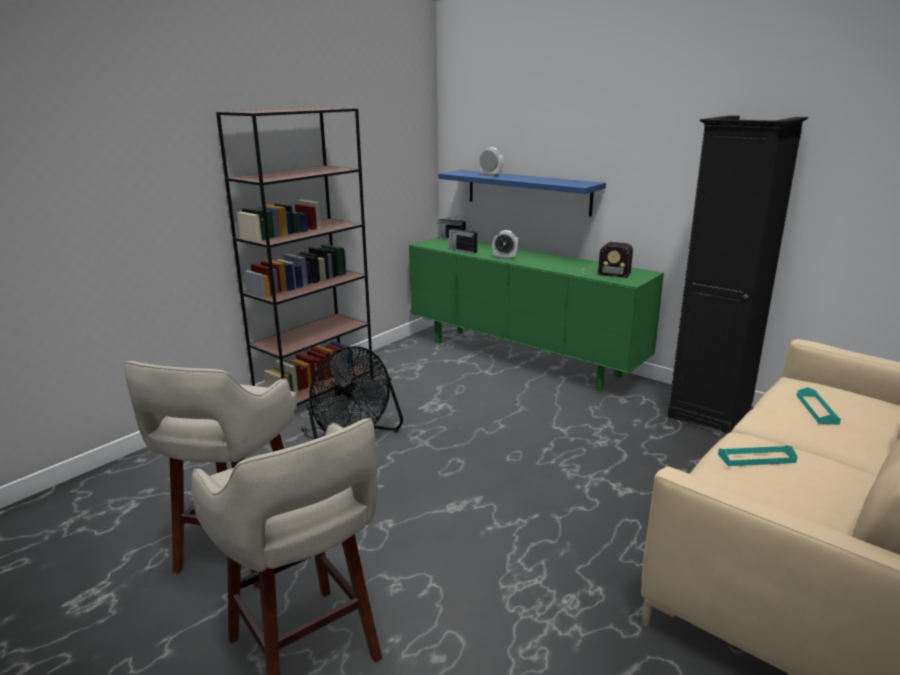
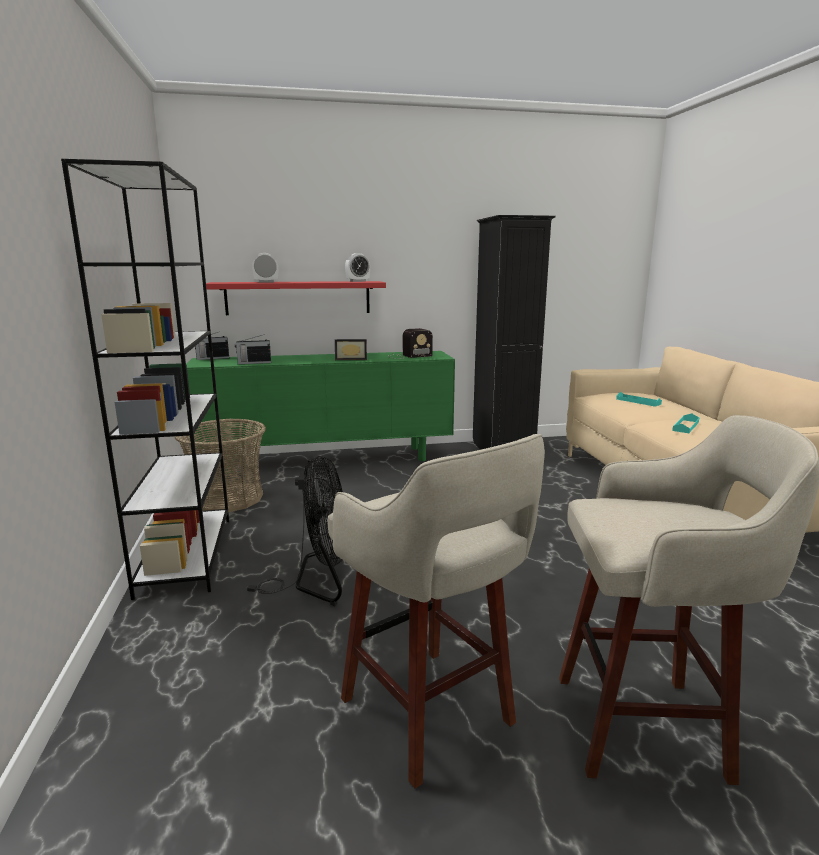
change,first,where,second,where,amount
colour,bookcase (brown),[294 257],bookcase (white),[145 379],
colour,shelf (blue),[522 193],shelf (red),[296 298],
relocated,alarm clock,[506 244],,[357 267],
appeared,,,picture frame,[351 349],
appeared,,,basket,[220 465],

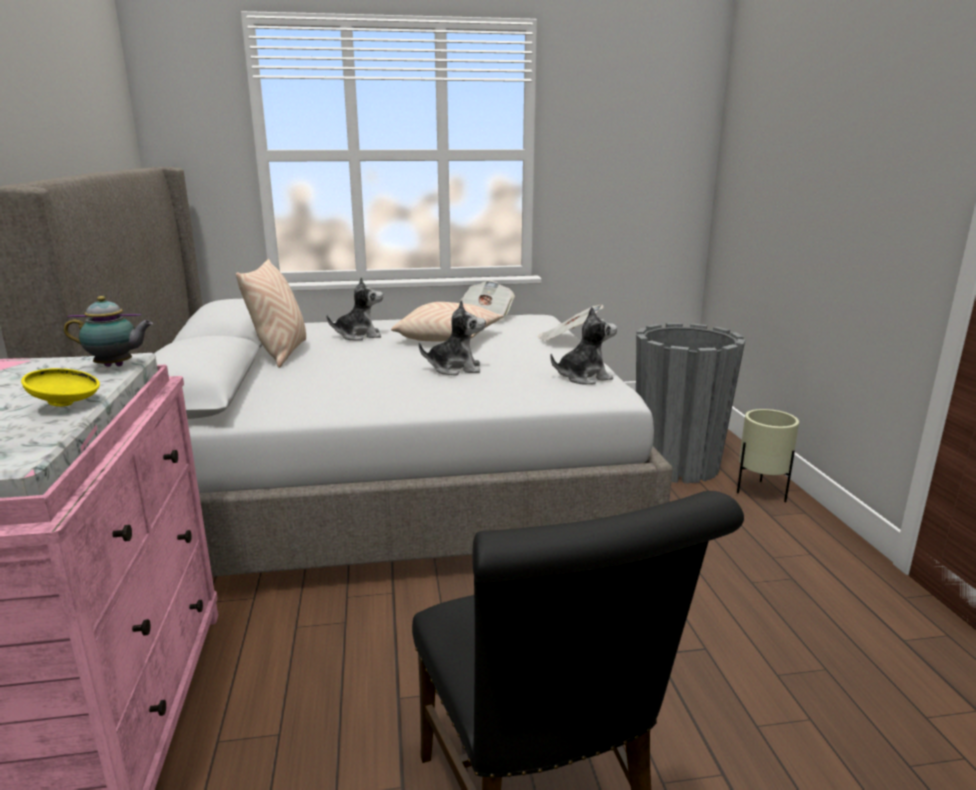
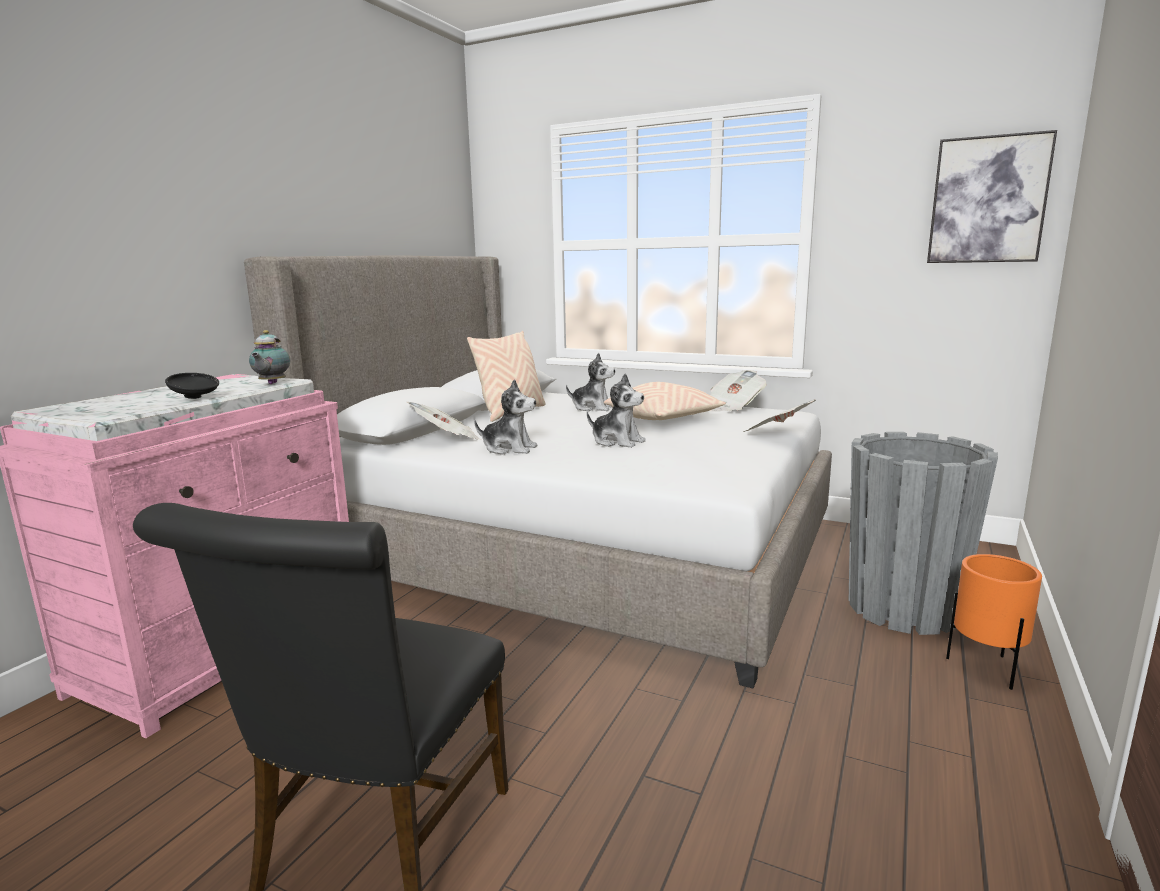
change,first,where,second,where,amount
spun,teapot,[108 331],,[269 357],60 degrees clockwise
relocated,plush toy,[583 345],,[505 416],
colour,bowl (yellow),[60 387],bowl (black),[192 386],
colour,planter (beige),[768 456],planter (orange),[994 622],
appeared,,,picture,[992 196],
appeared,,,newspaper,[444 421],

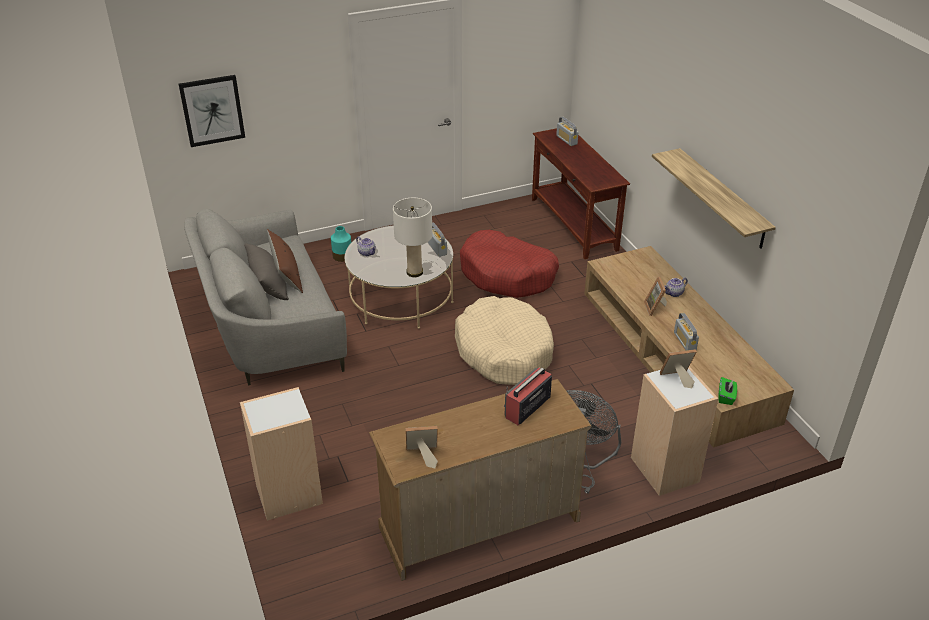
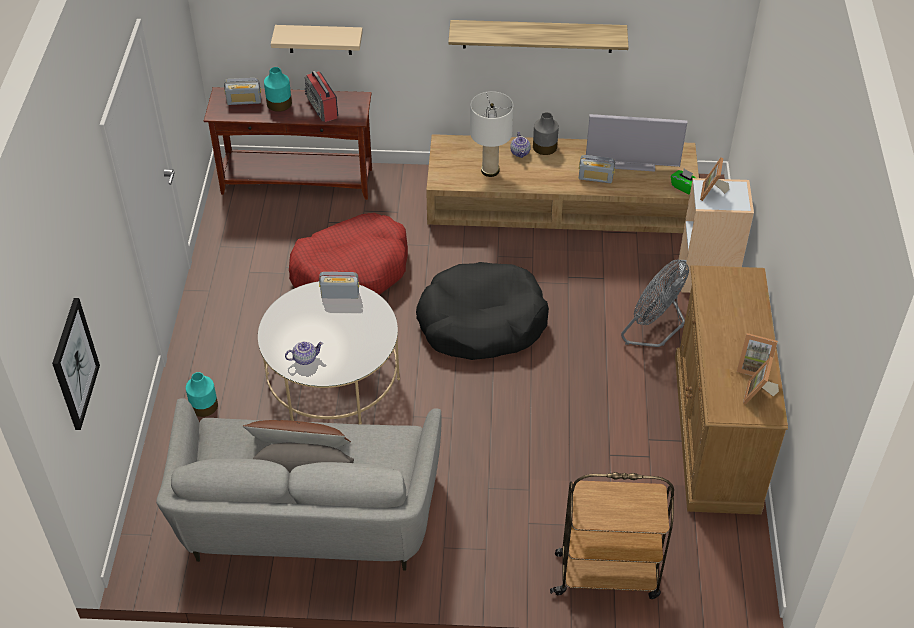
change,first,where,second,where,amount
relocated,table lamp (white),[412 237],,[491 134],
relocated,picture frame,[655 296],,[757 354],
colour,dog bed (beige),[504 340],dog bed (black),[482 311],
relocated,radio,[528 397],,[321 96],
exchanged,bookcase,[281 454],cart (brown),[612 535],
appeared,,,shelf (beige),[317 40],
appeared,,,vase (turquoise),[278 89],
appeared,,,vase (grey),[546 133],
appeared,,,television,[636 143],

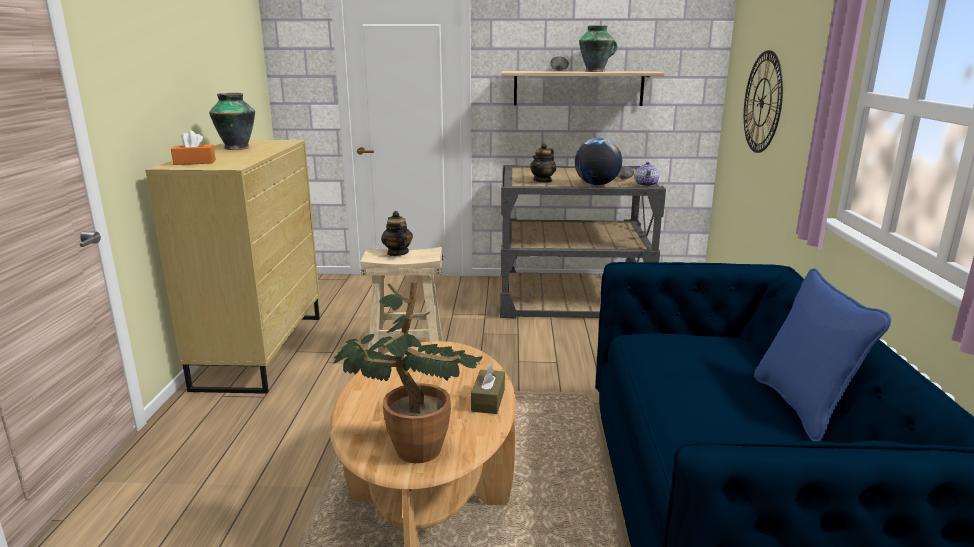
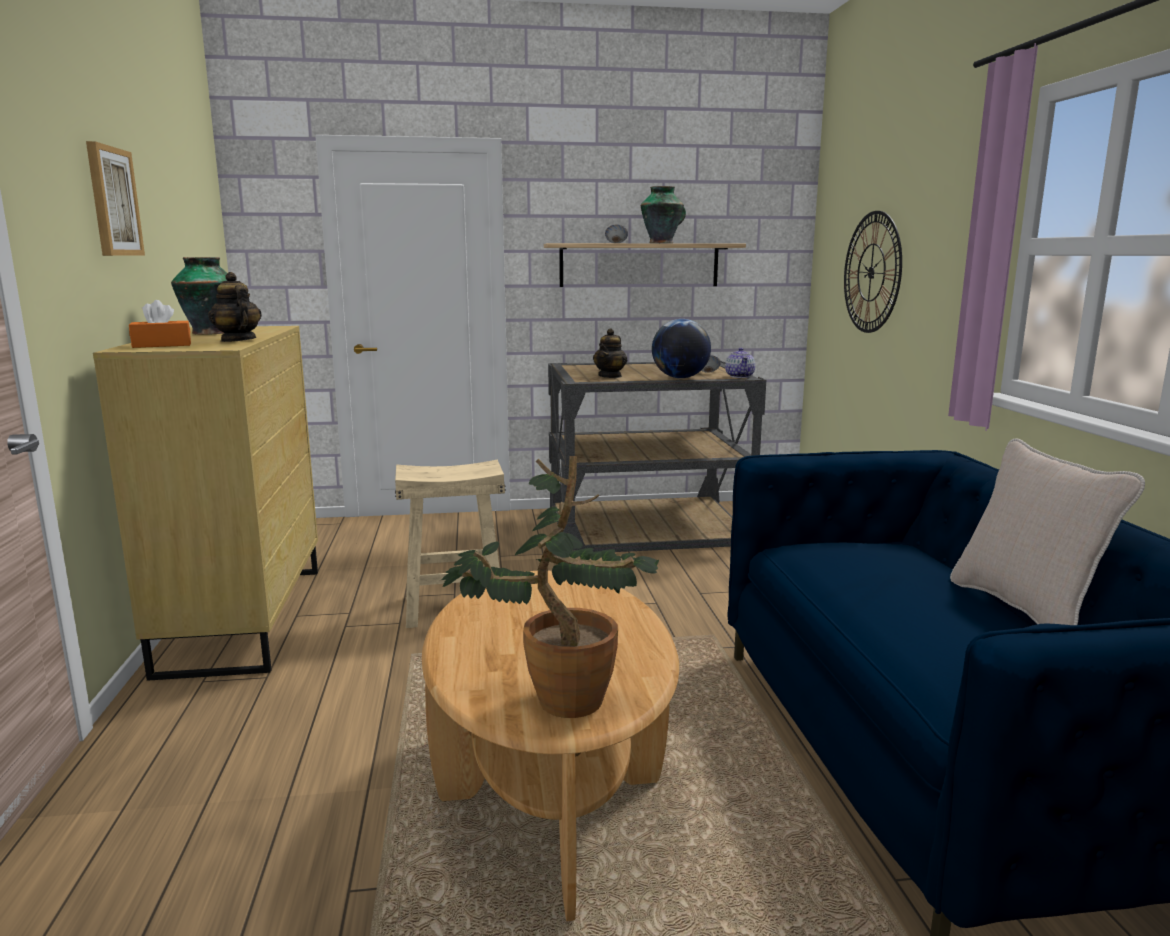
change,first,where,second,where,amount
relocated,teapot,[397 233],,[235 307],
colour,pillow (blue),[822 354],pillow (beige),[1047 531],
missing,tissue box (brown),[488 388],,,
appeared,,,picture,[115 198],

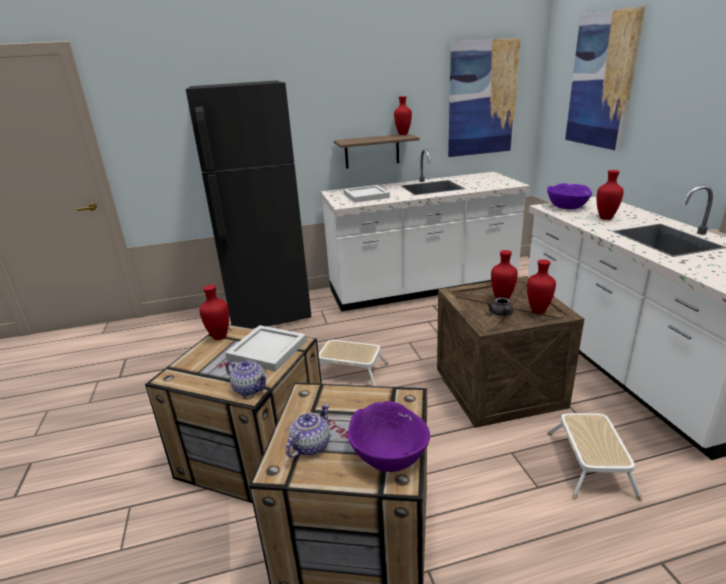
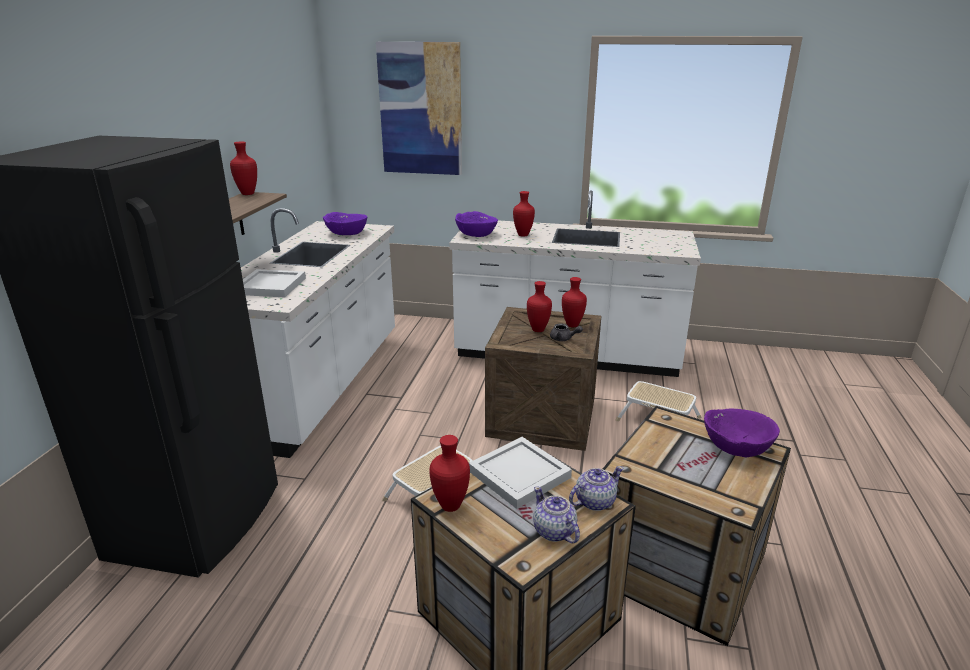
change,first,where,second,where,amount
missing,picture,[484 97],,,
relocated,teapot,[308 431],,[556 514],
appeared,,,bowl (purple),[345 223],

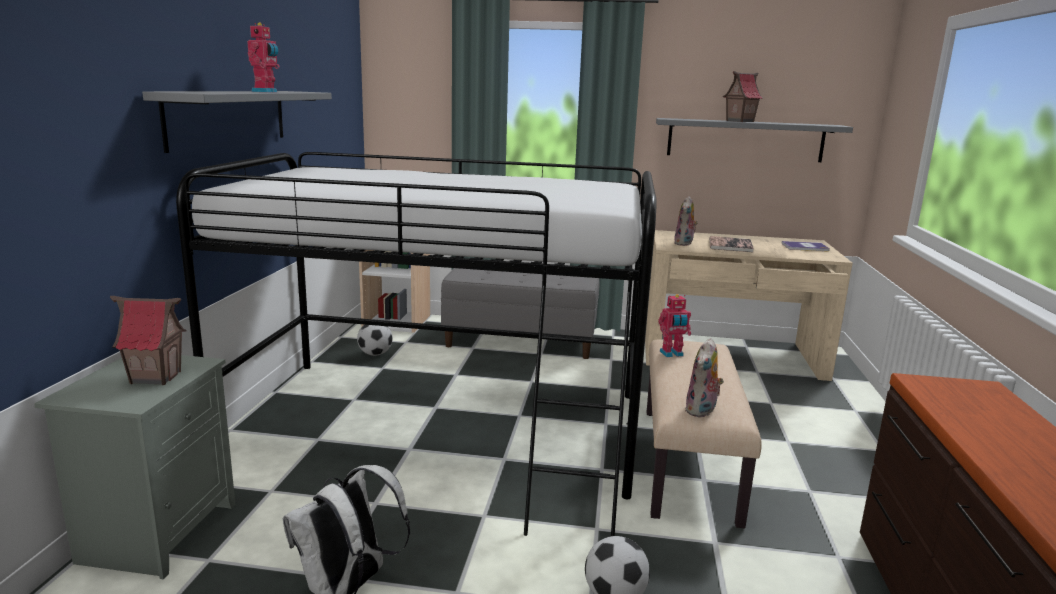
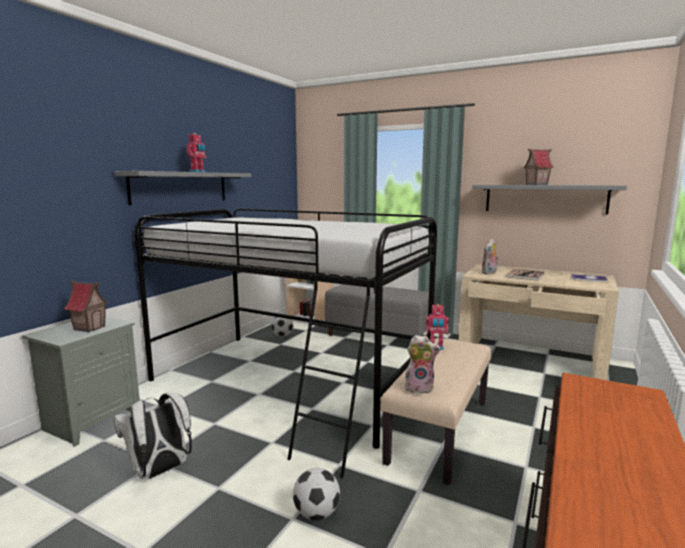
change,first,where,second,where,amount
spun,plush toy,[704 377],,[422 364],135 degrees counterclockwise

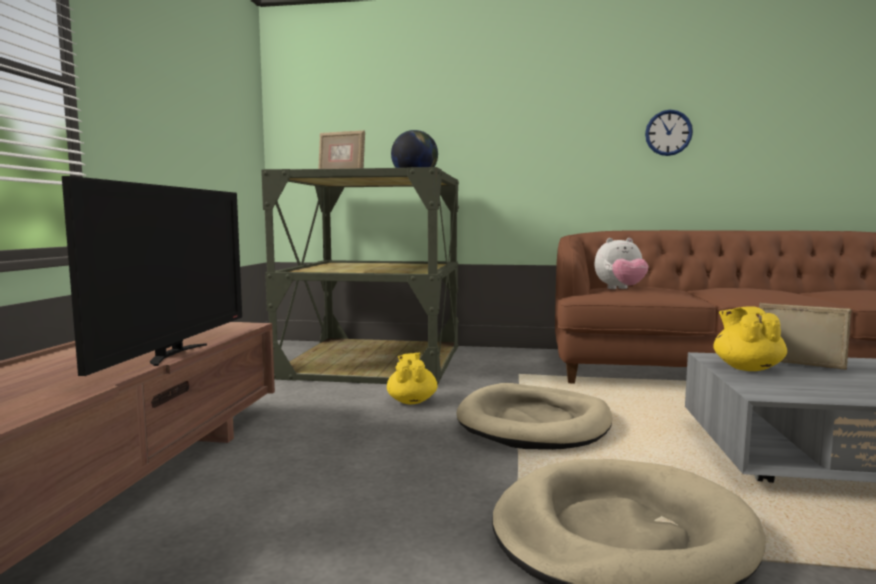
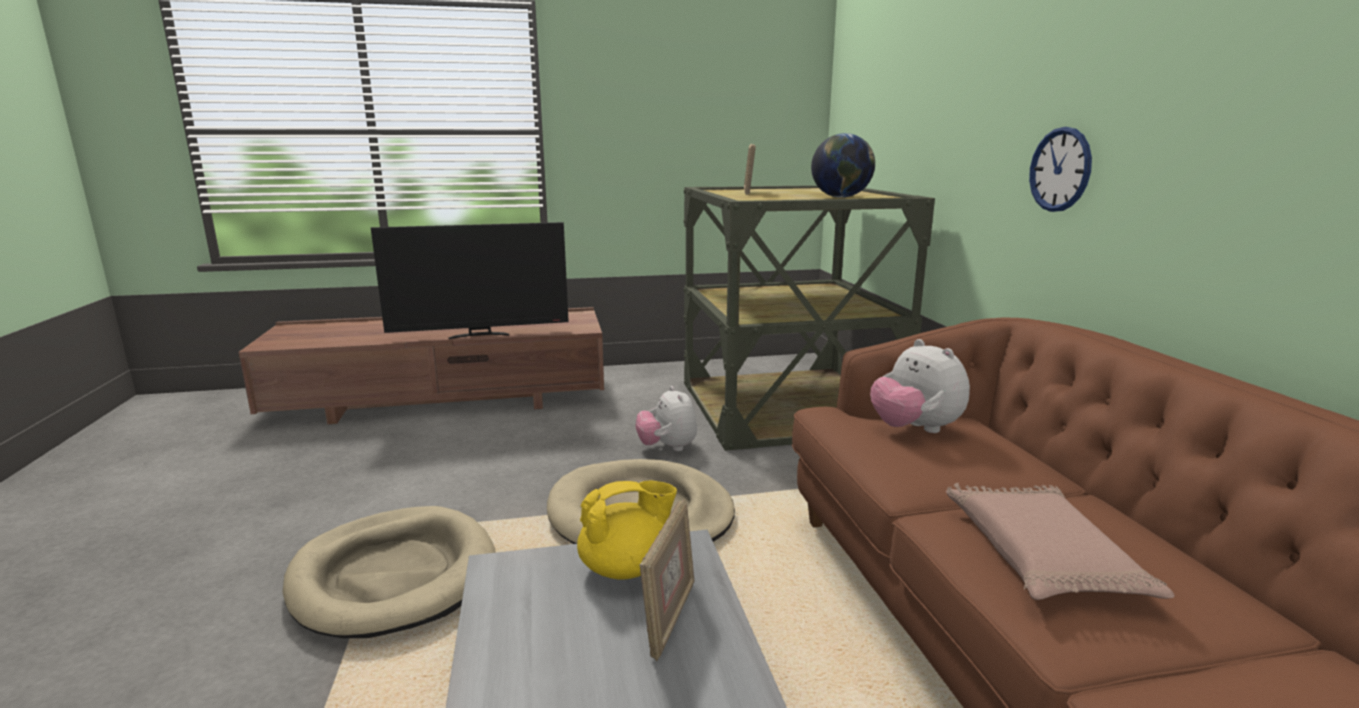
change,first,where,second,where,amount
relocated,wall clock,[669 133],,[1060 169],
exchanged,teapot (yellow),[412 378],plush toy,[666 418],
appeared,,,pillow (beige),[1060 541],

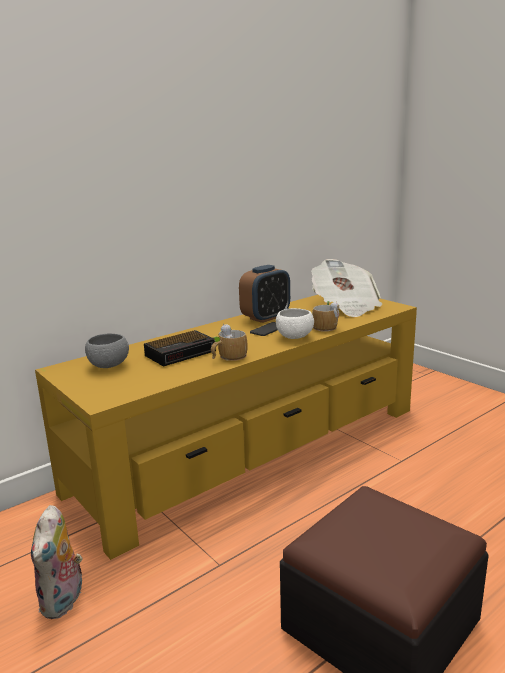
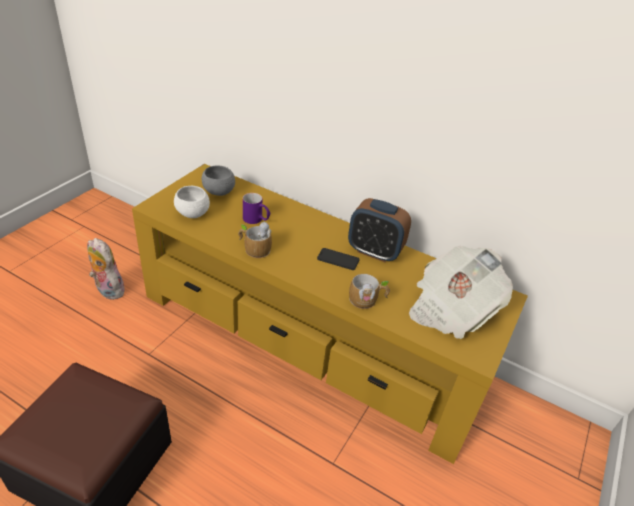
change,first,where,second,where,amount
relocated,bowl (white),[295 323],,[192 202],
exchanged,alarm clock,[180 348],mug (purple),[256 208],
spun,plush toy,[57 562],,[106 269],60 degrees clockwise

